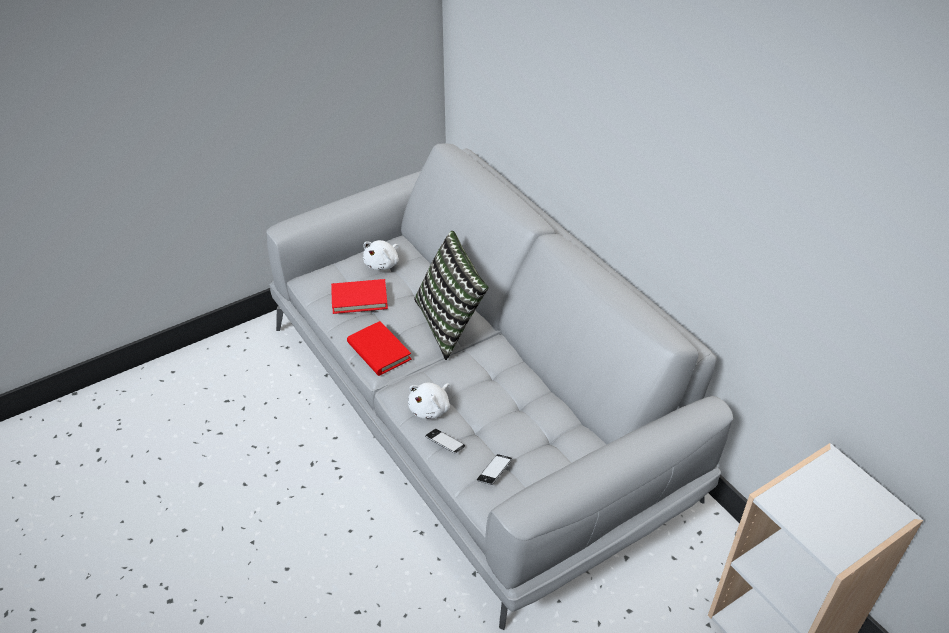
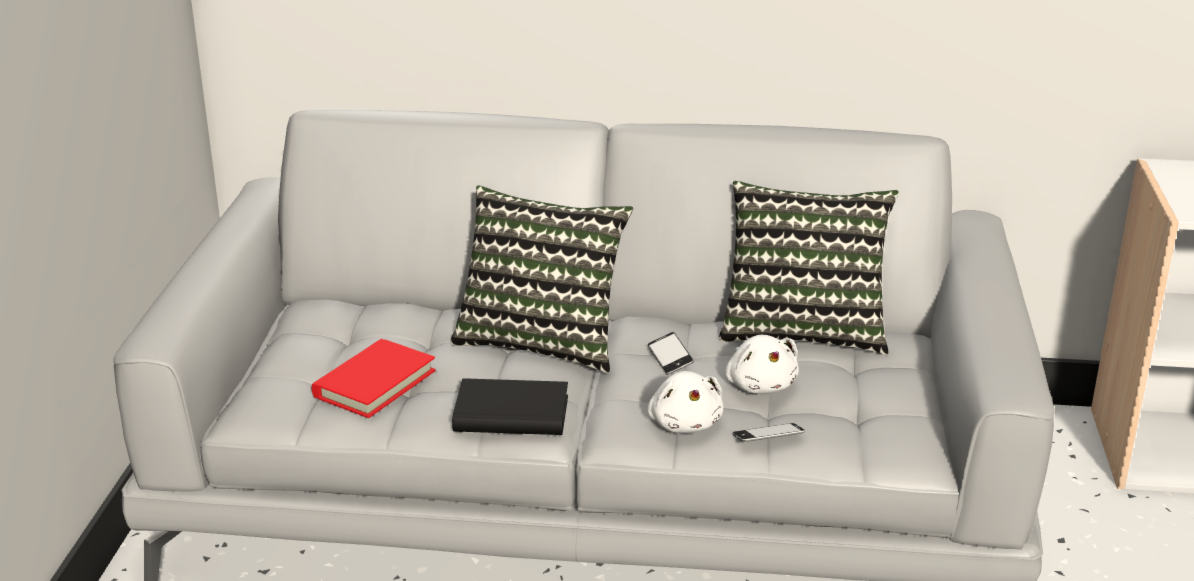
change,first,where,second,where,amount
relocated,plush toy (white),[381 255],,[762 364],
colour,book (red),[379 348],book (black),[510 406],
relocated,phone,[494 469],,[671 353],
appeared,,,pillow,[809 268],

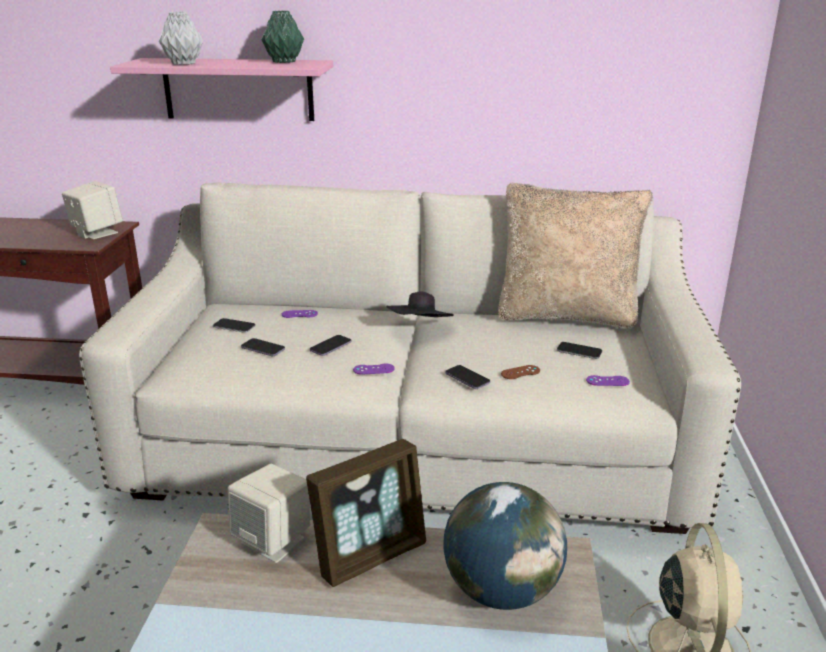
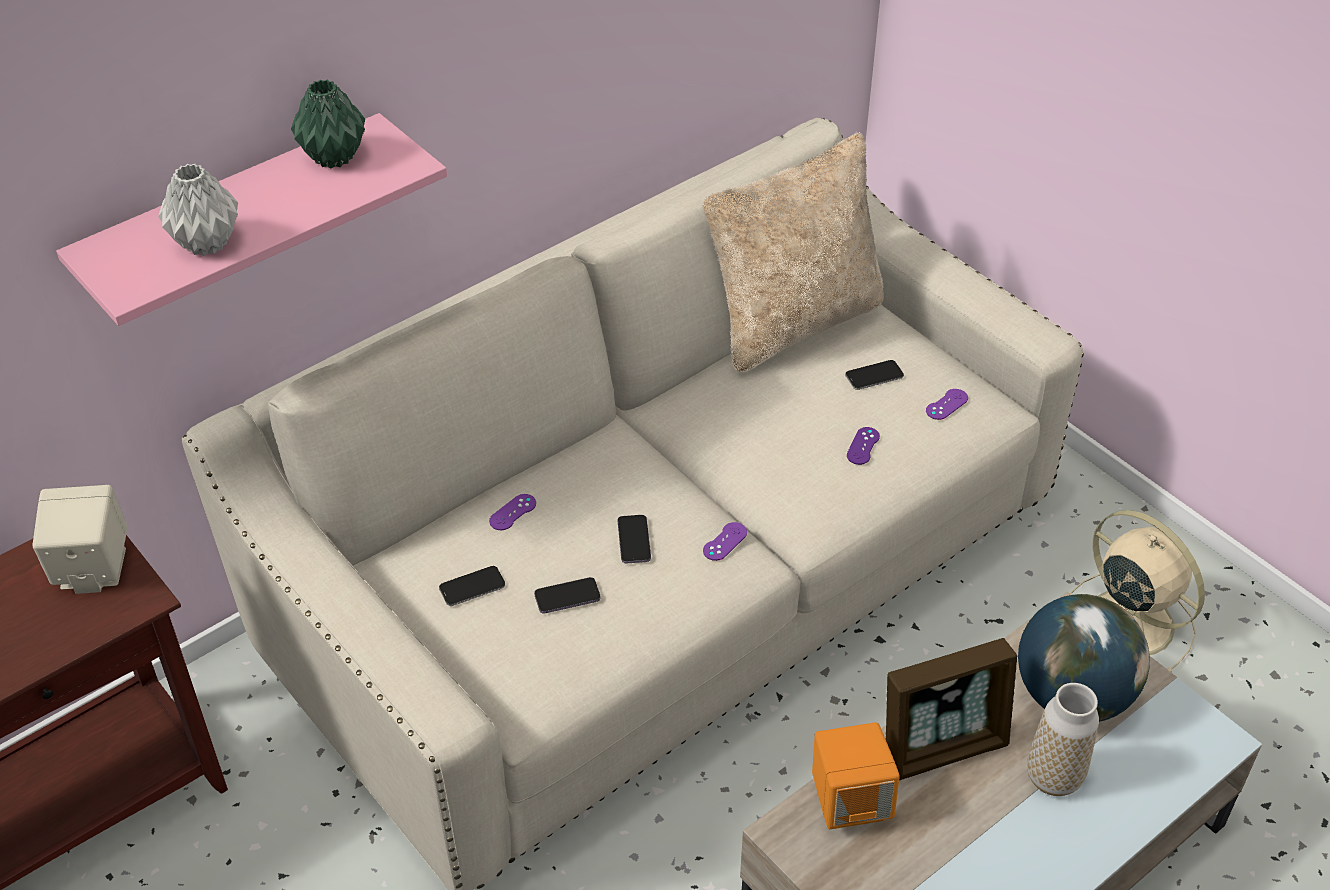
change,first,where,second,where,amount
missing,hat (black),[420 304],,,
missing,phone,[467 377],,,
colour,game controller (brown),[520 372],game controller (purple),[863 446],
spun,picture frame,[366 513],,[951 709],60 degrees clockwise
colour,speaker (beige),[269 513],speaker (orange),[856 775],
appeared,,,vase,[1063 739],

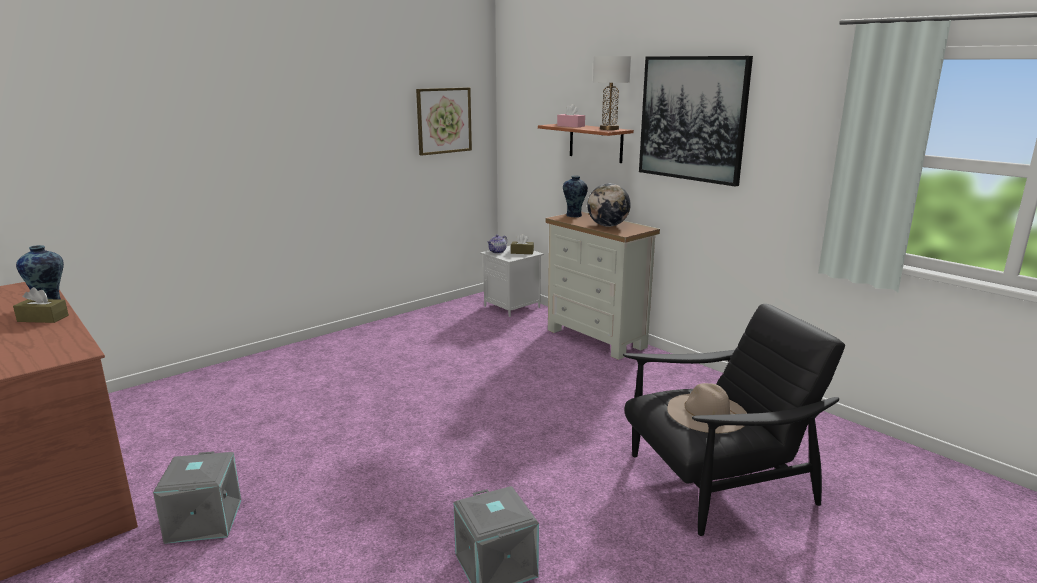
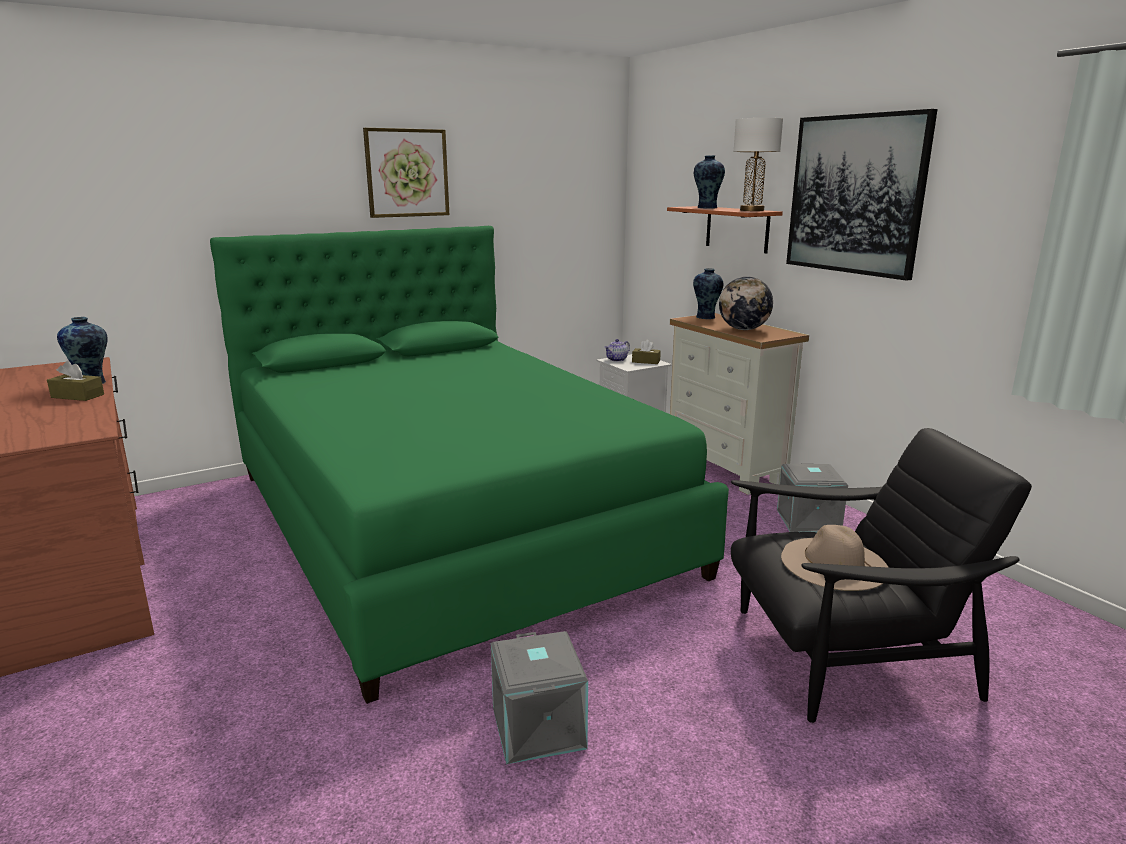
change,first,where,second,where,amount
relocated,picture,[444 121],,[406 173],
exchanged,tissue box (pink),[571 116],vase,[709 182],
relocated,storage box (grey),[197 497],,[812 497],
appeared,,,bed (green),[469 465],

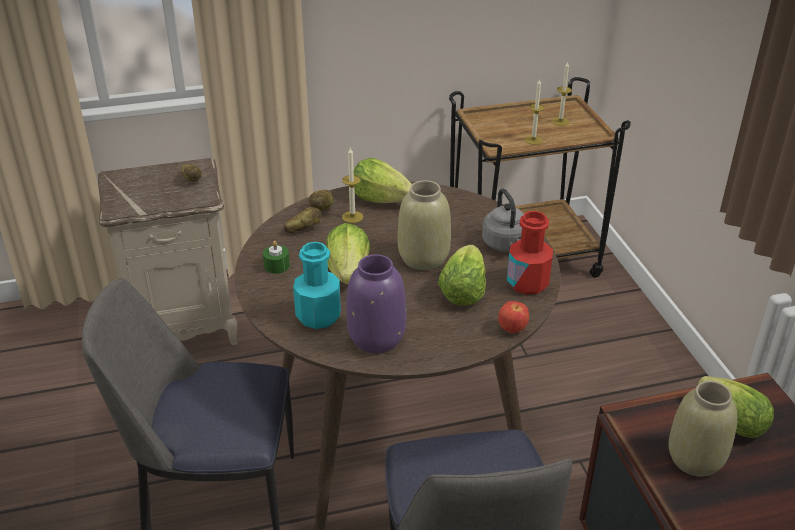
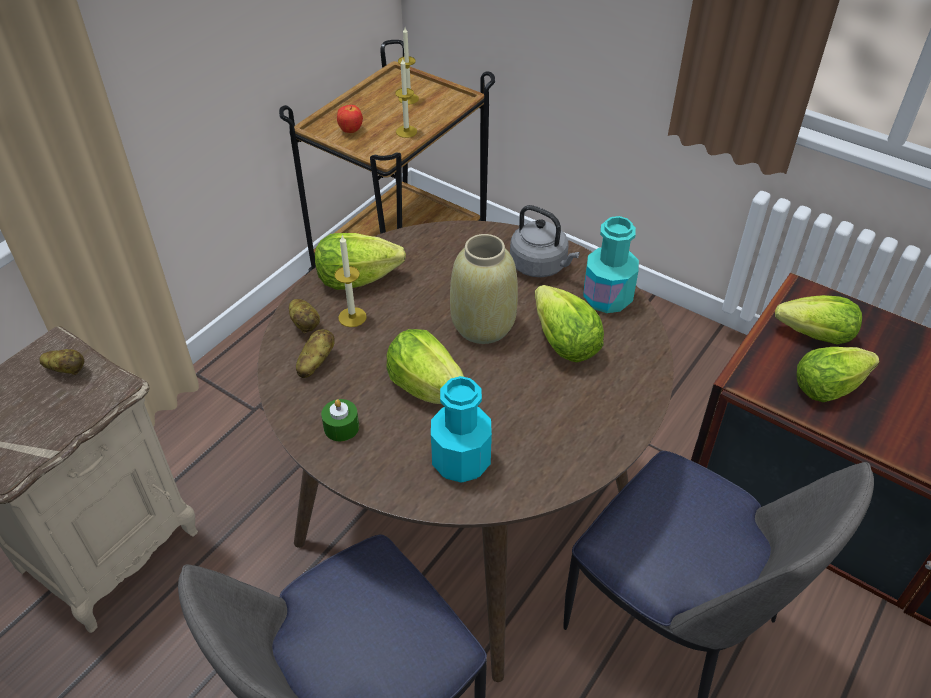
change,first,where,second,where,amount
colour,bottle (red),[530 253],bottle (turquoise),[611 264],
missing,vase (purple),[376 303],,,
relocated,apple,[513 317],,[350 119],
exchanged,vase (beige),[702 429],lettuce,[838 374],

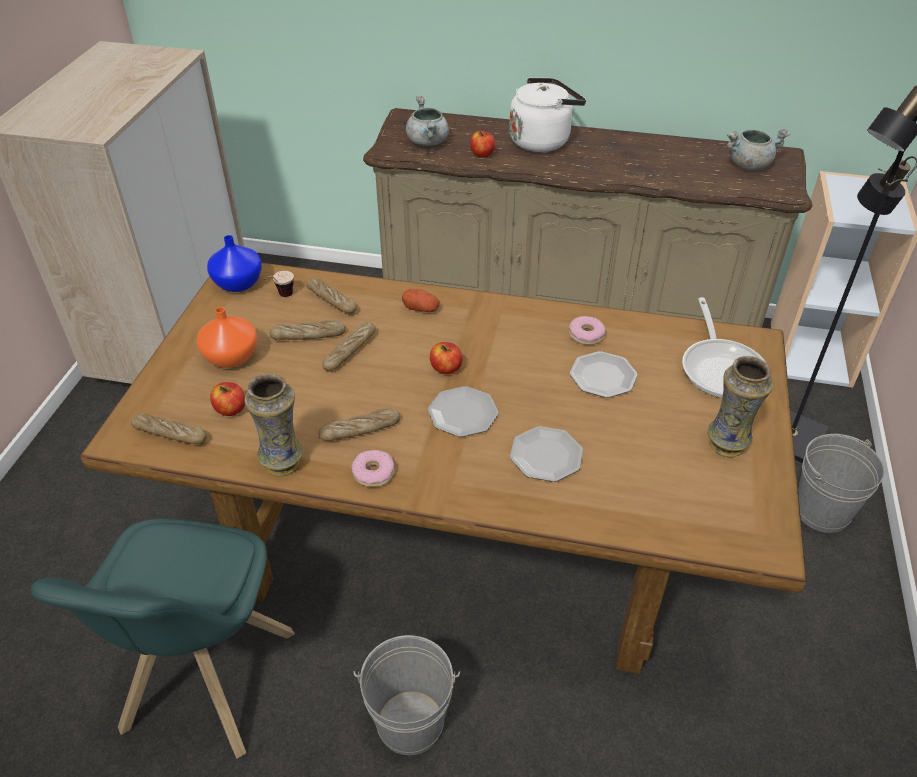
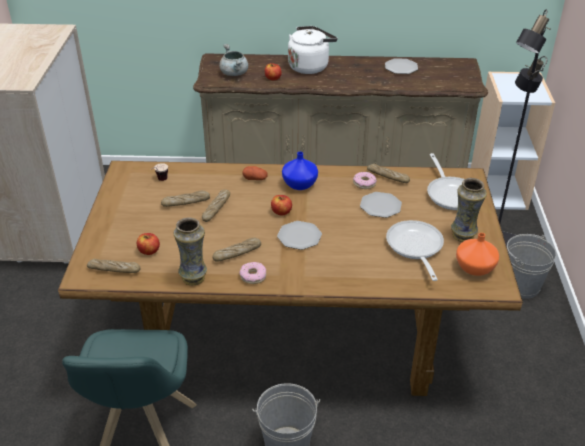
change,first,where,second,where,amount
missing,cooking pot (grey),[759 149],,,
relocated,vase (blue),[234 263],,[300 171],
relocated,bread,[331 295],,[388 173],
relocated,vase (orange),[227 337],,[477 254],
relocated,plate,[546 454],,[401 66],
appeared,,,frying pan,[415 250],

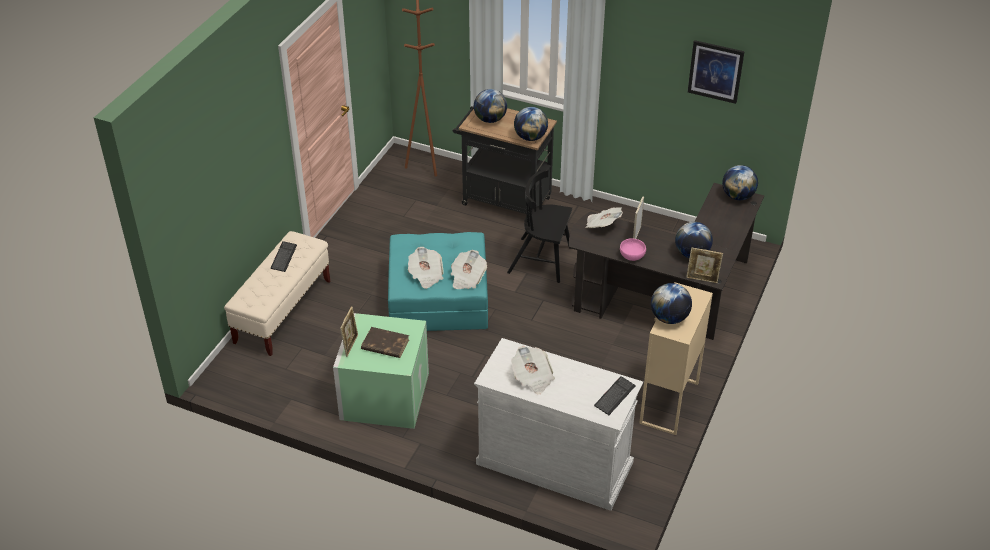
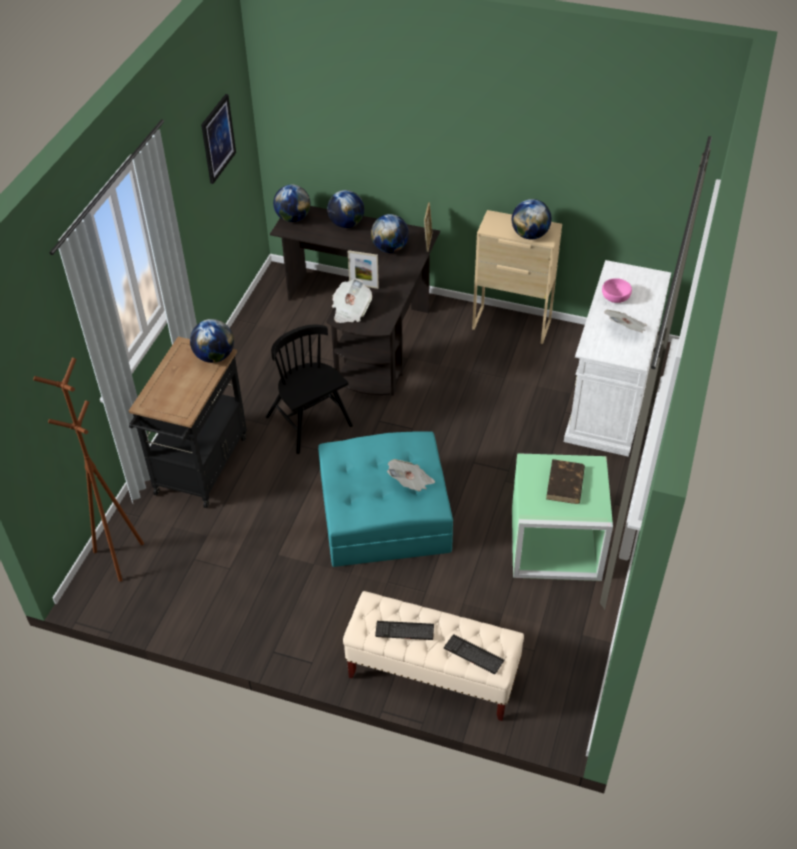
change,first,where,second,where,amount
relocated,globe,[490 106],,[345 209],
spun,chair (black),[539 226],,[309 389],135 degrees clockwise
relocated,bowl (pink),[633 249],,[617 290],
missing,newspaper,[469 269],,,
missing,picture frame,[349 331],,,
relocated,keyboard,[614 395],,[474 654],

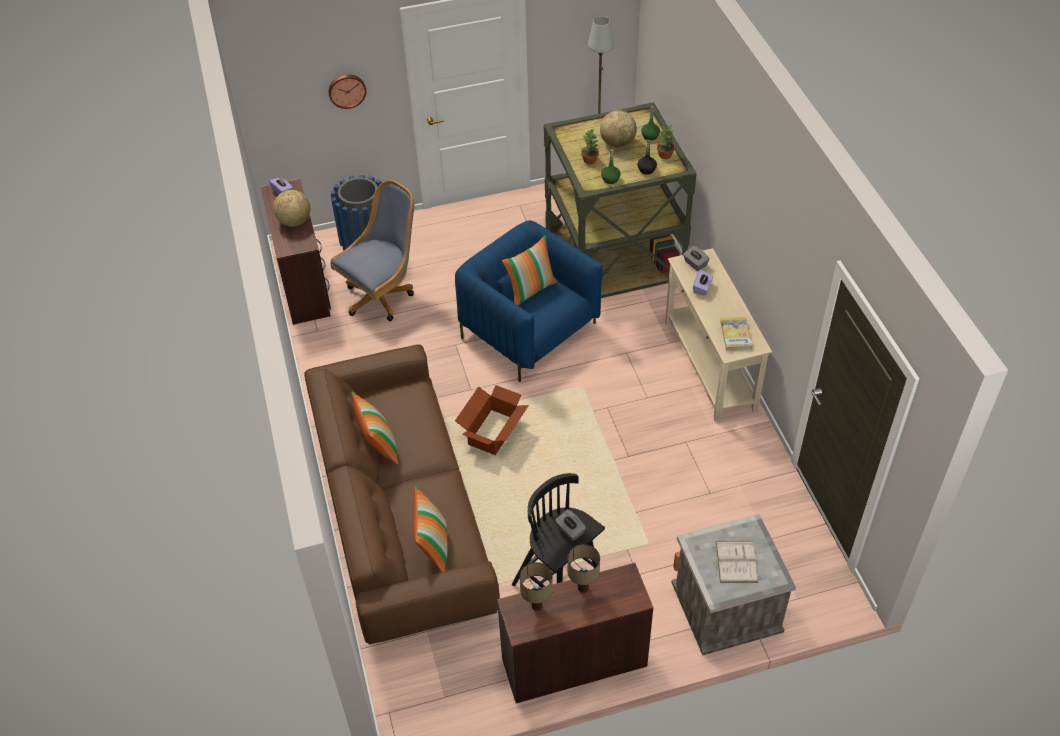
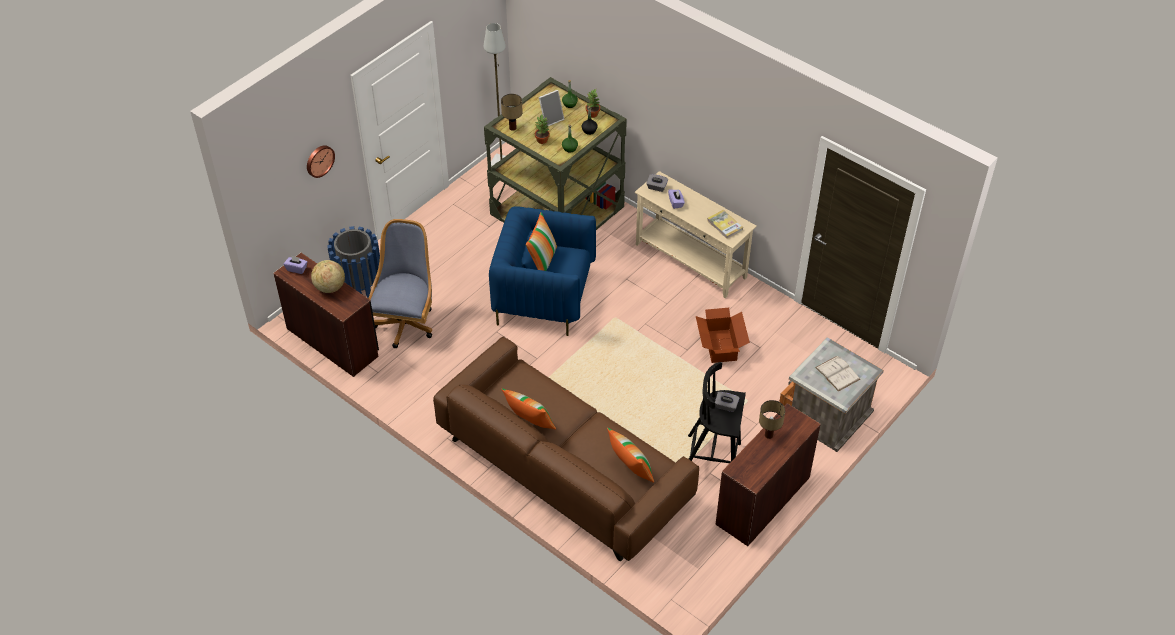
change,first,where,second,where,amount
exchanged,globe,[618 129],picture frame,[552 108],
relocated,cardboard box,[492 420],,[723 335],
relocated,table lamp,[536 586],,[512 112],

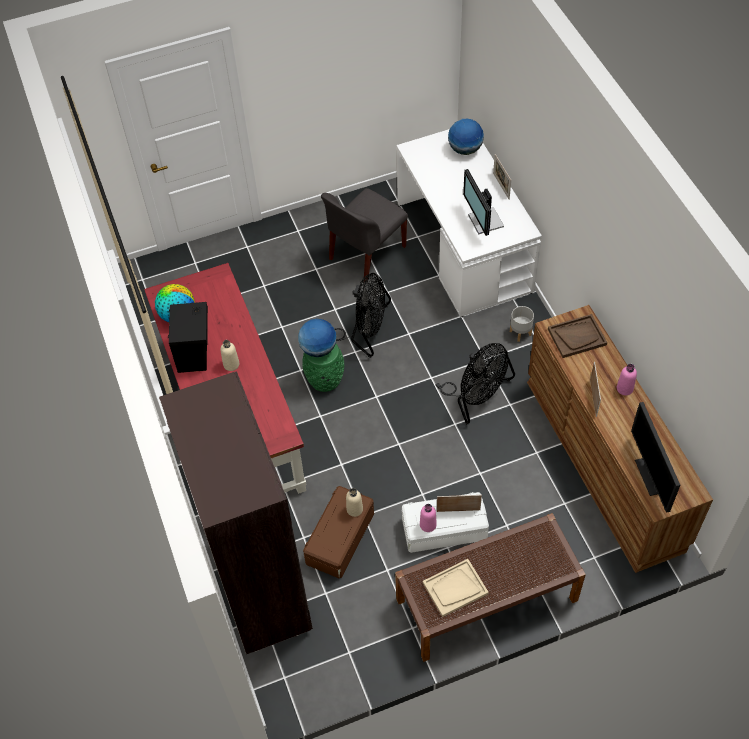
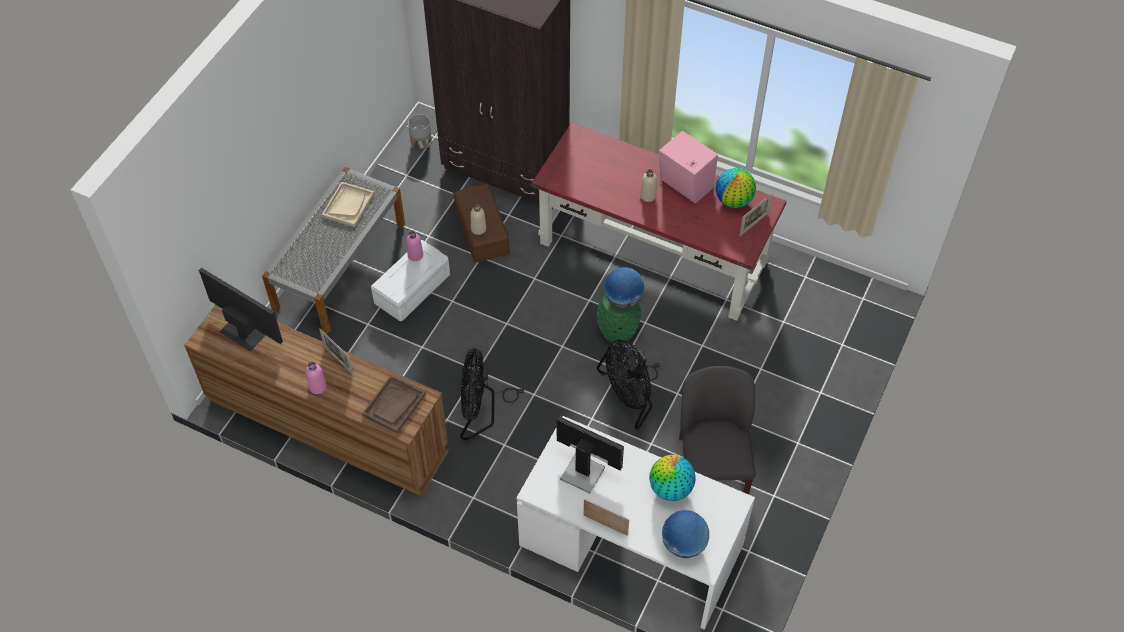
change,first,where,second,where,amount
colour,speaker (black),[188 337],speaker (pink),[688 167],
relocated,planter (grey),[522 324],,[420 131],
relocated,picture frame,[459 503],,[756 214],
colour,bench (brown),[490 587],bench (grey),[333 250],
appeared,,,globe,[672 478],

